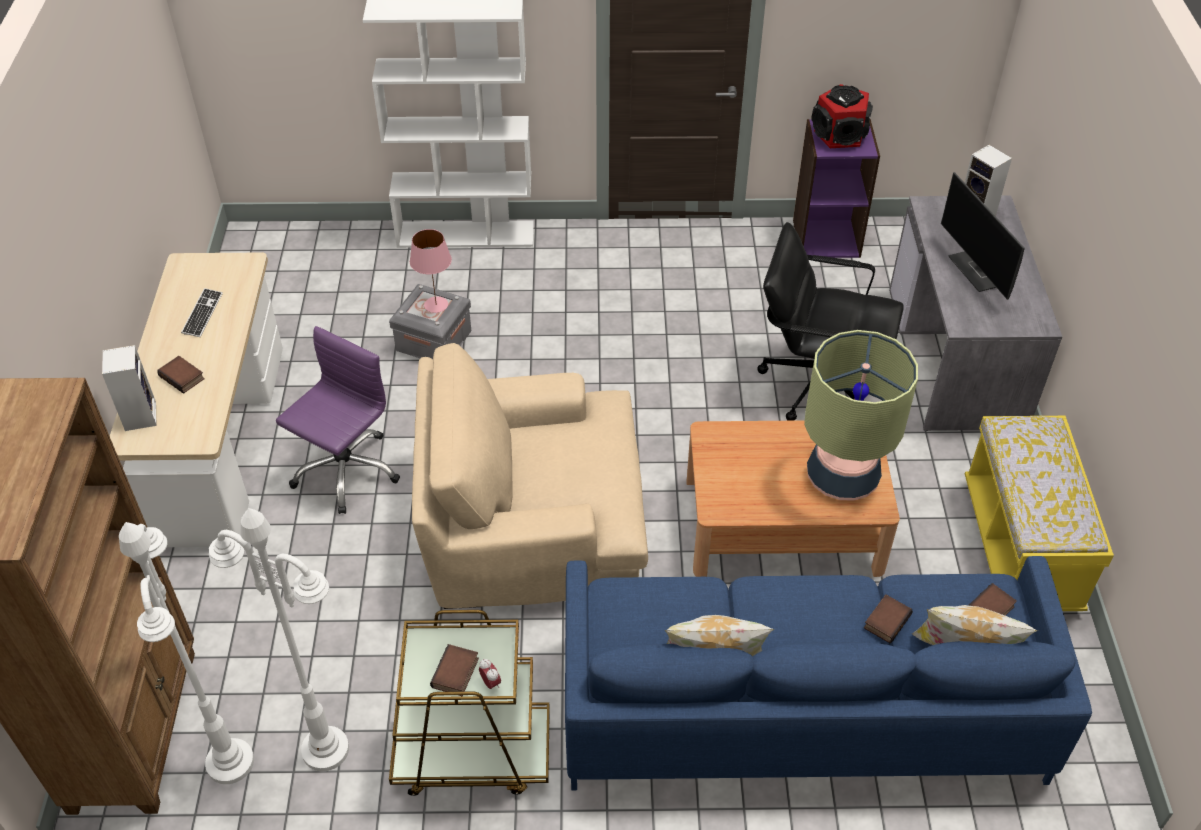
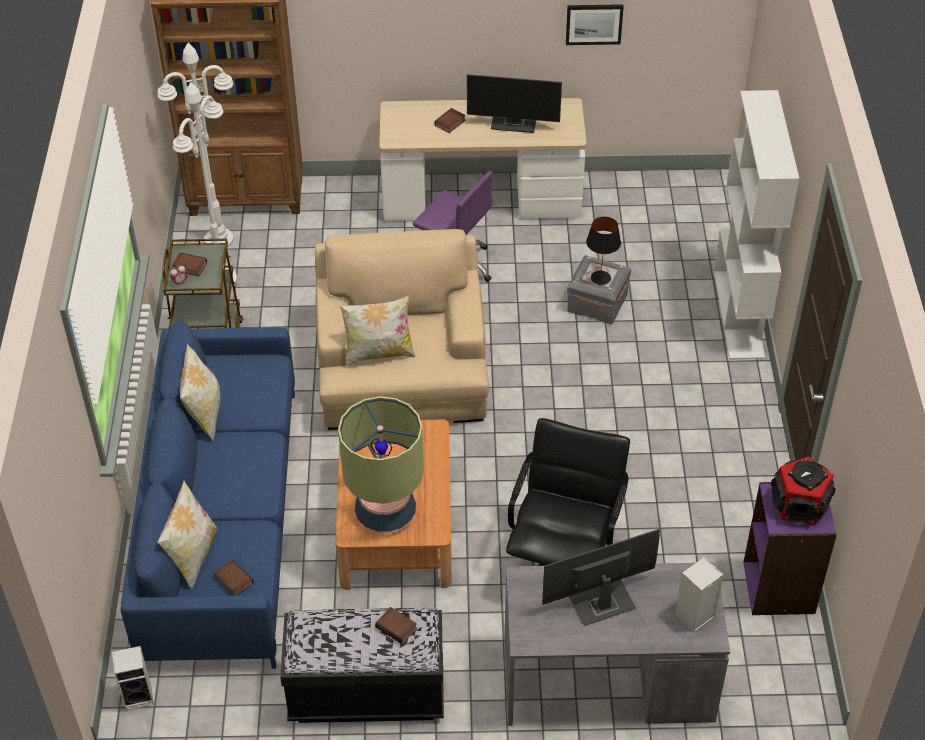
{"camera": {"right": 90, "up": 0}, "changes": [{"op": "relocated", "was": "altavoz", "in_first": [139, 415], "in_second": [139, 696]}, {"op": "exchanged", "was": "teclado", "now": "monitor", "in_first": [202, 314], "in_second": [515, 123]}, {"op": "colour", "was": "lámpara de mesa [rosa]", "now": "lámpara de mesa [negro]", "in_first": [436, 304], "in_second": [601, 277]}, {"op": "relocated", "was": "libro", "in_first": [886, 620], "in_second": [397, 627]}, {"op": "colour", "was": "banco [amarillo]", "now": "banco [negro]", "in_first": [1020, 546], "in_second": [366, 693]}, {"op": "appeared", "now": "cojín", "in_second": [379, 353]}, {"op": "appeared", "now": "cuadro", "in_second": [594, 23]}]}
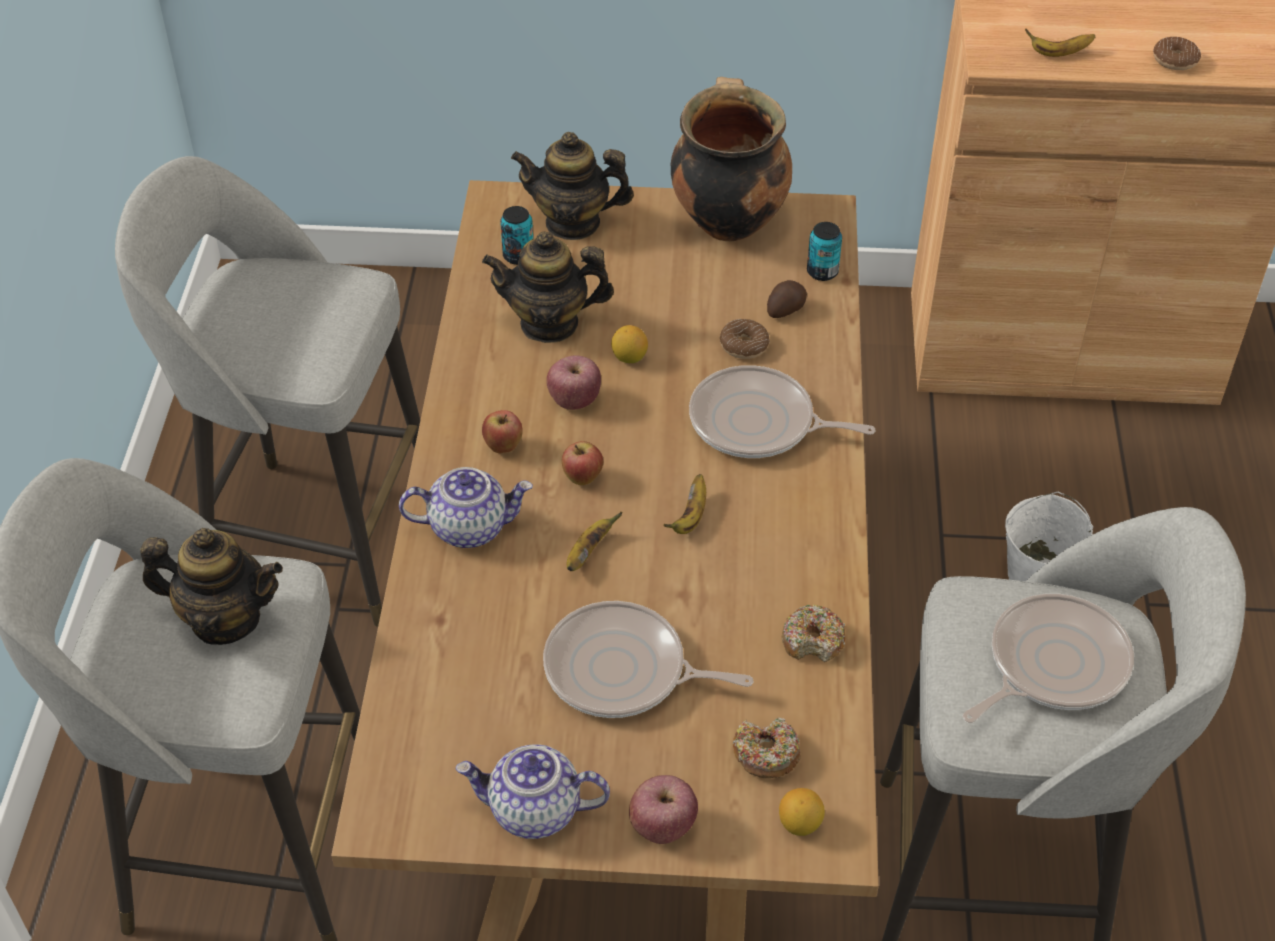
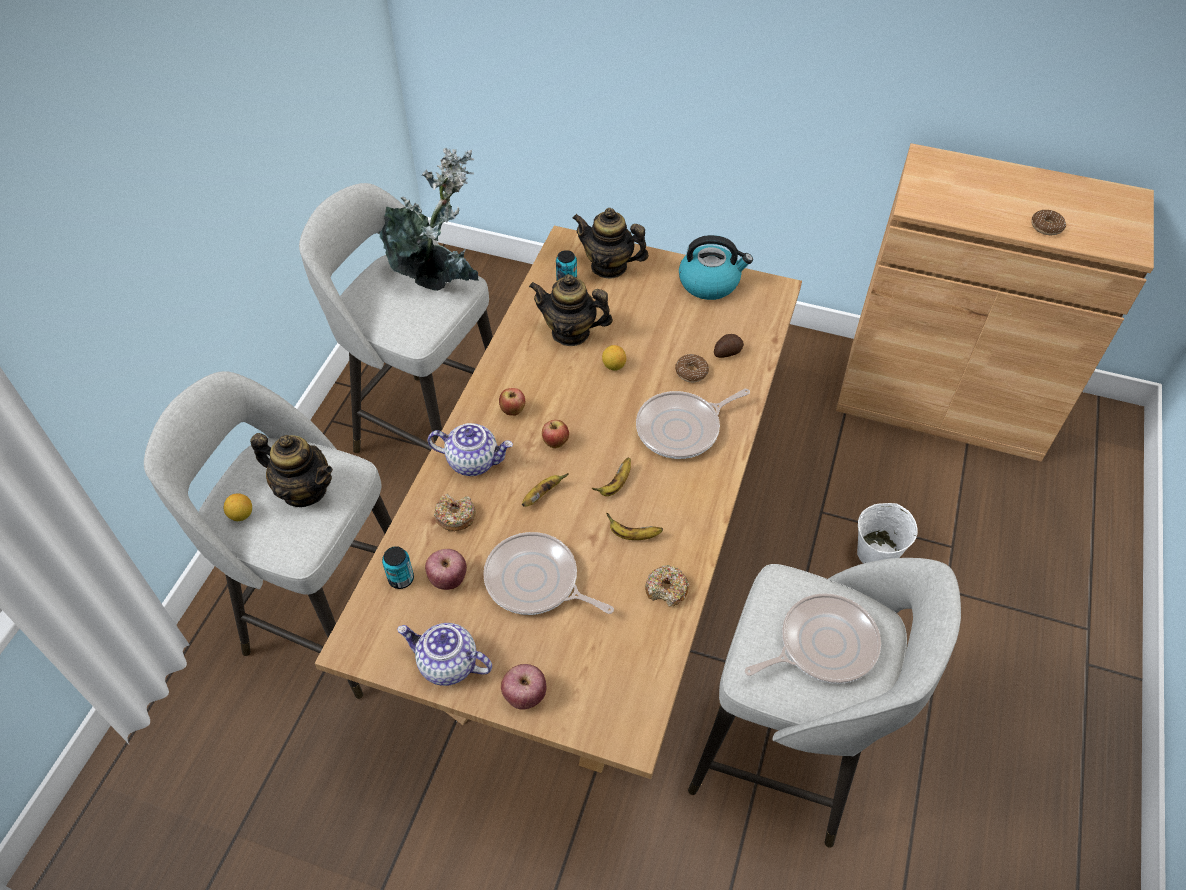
{"camera": {"right": 15, "up": 5}, "changes": [{"op": "relocated", "was": "manzana", "in_first": [574, 400], "in_second": [448, 579]}, {"op": "exchanged", "was": "olla", "now": "hervidor", "in_first": [727, 220], "in_second": [710, 283]}, {"op": "spun", "was": "sartén", "in_first": [758, 423], "in_second": [682, 429], "clockwise": -60}, {"op": "relocated", "was": "rosquilla", "in_first": [766, 754], "in_second": [455, 516]}, {"op": "relocated", "was": "limón", "in_first": [800, 824], "in_second": [241, 515]}, {"op": "relocated", "was": "lata", "in_first": [822, 272], "in_second": [401, 579]}, {"op": "relocated", "was": "plátano", "in_first": [1058, 53], "in_second": [633, 535]}, {"op": "appeared", "now": "planta en maceta", "in_second": [438, 278]}]}
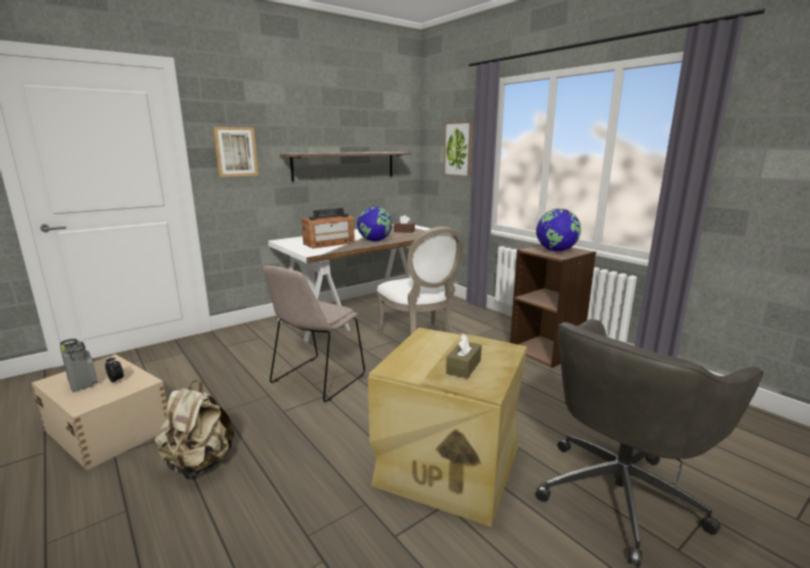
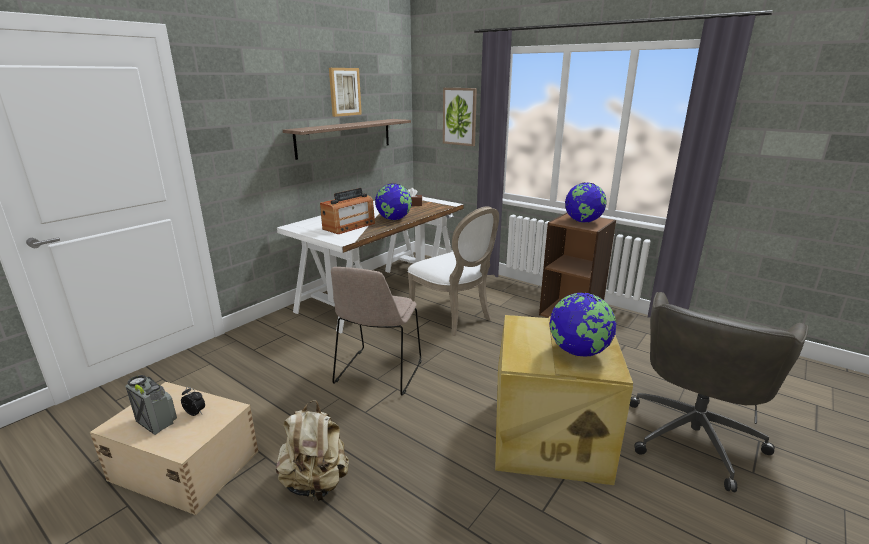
{"camera": {"right": -15, "up": 5}, "changes": [{"op": "relocated", "was": "cuadro", "in_first": [235, 152], "in_second": [344, 92]}, {"op": "exchanged", "was": "caja de pañuelos [marrón]", "now": "globo terráqueo", "in_first": [463, 367], "in_second": [578, 352]}]}
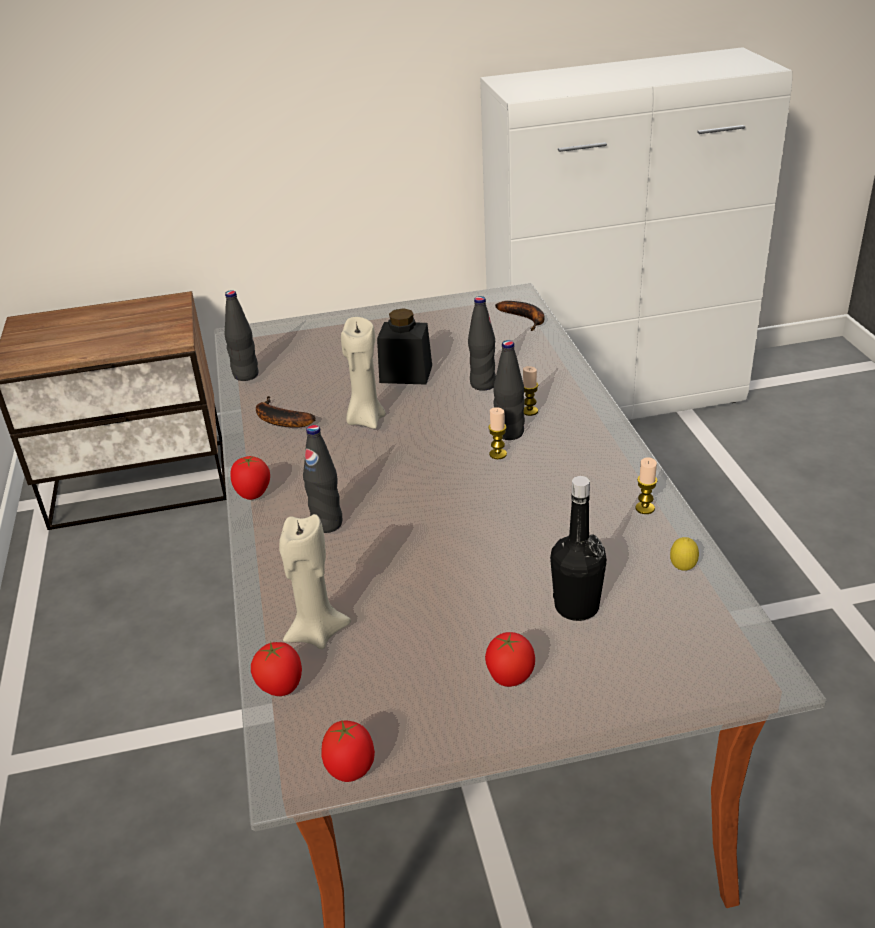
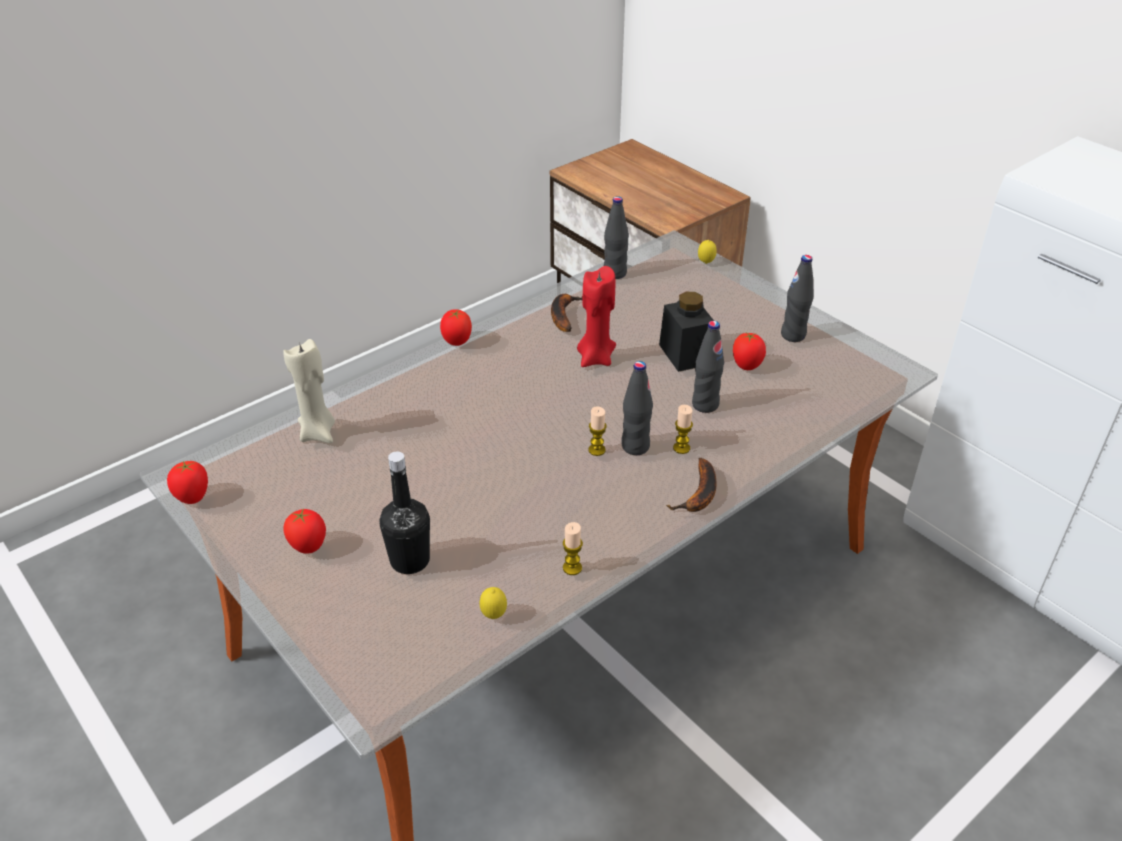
{"camera": {"right": 60, "up": 5}, "changes": [{"op": "relocated", "was": "tomate", "in_first": [281, 688], "in_second": [747, 366]}, {"op": "relocated", "was": "botella [negro]", "in_first": [327, 524], "in_second": [793, 335]}, {"op": "colour", "was": "vela [beis]", "now": "vela [rojo]", "in_first": [365, 420], "in_second": [595, 358]}, {"op": "relocated", "was": "plátano", "in_first": [525, 319], "in_second": [699, 495]}, {"op": "appeared", "now": "limón", "in_second": [706, 263]}]}
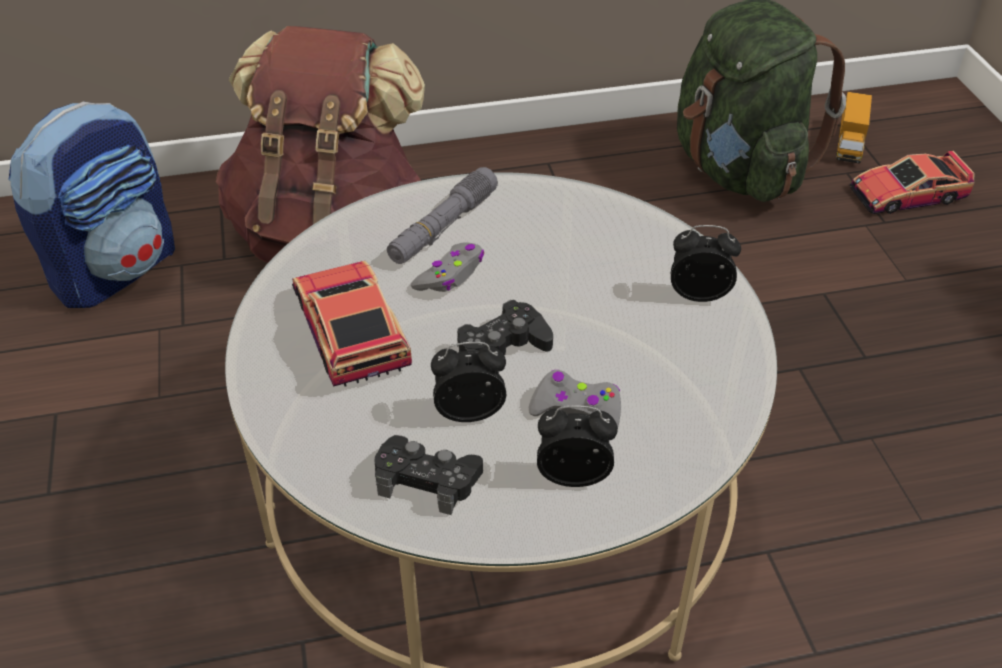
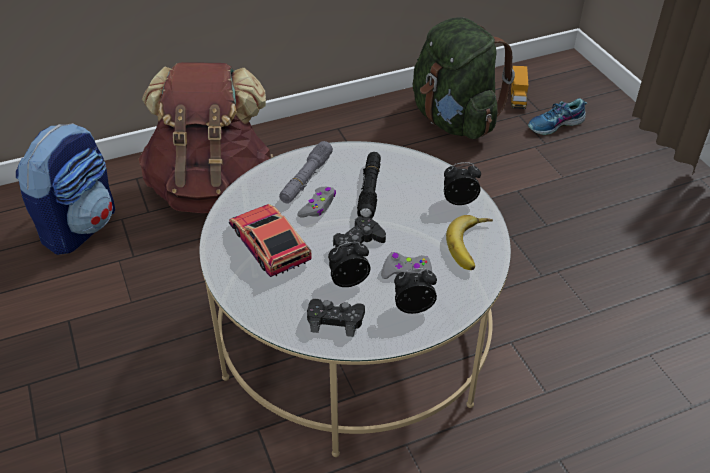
{"camera": {"right": -10, "up": 0}, "changes": [{"op": "exchanged", "was": "coche de juguete", "now": "zapato", "in_first": [907, 194], "in_second": [555, 125]}, {"op": "appeared", "now": "linterna [negro]", "in_second": [370, 190]}, {"op": "appeared", "now": "plátano", "in_second": [473, 246]}]}
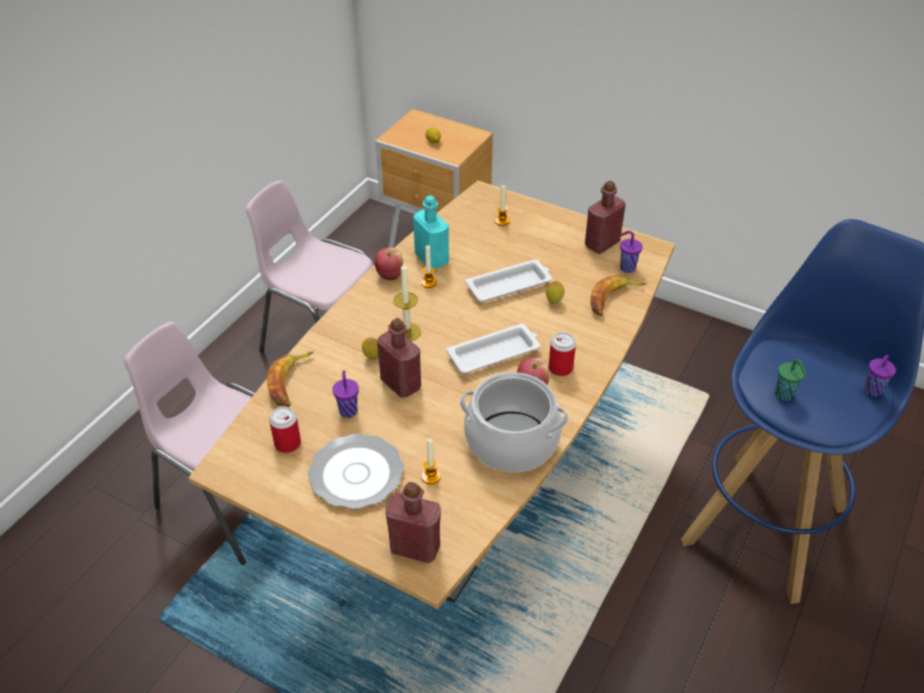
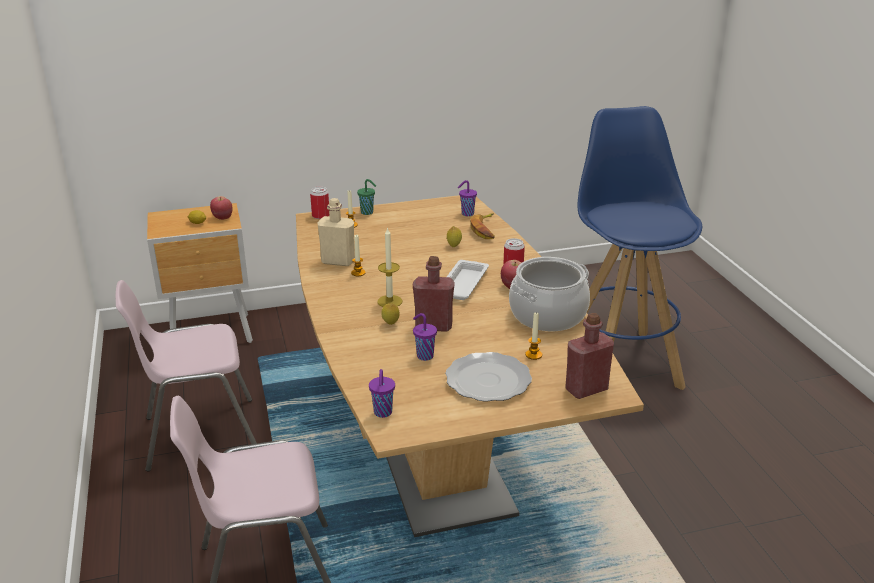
{"camera": {"right": -45, "up": -15}, "changes": [{"op": "missing", "was": "plátano", "in_first": [290, 382]}, {"op": "relocated", "was": "lata", "in_first": [287, 444], "in_second": [320, 216]}, {"op": "relocated", "was": "manzana", "in_first": [390, 275], "in_second": [222, 218]}, {"op": "colour", "was": "botella [turquesa]", "now": "botella [beis]", "in_first": [431, 259], "in_second": [338, 261]}, {"op": "missing", "was": "bandeja [blanco]", "in_first": [510, 285]}, {"op": "missing", "was": "botella [rojo]", "in_first": [602, 244]}, {"op": "relocated", "was": "taza [verde]", "in_first": [784, 395], "in_second": [368, 212]}, {"op": "relocated", "was": "taza [morado]", "in_first": [871, 391], "in_second": [383, 413]}]}
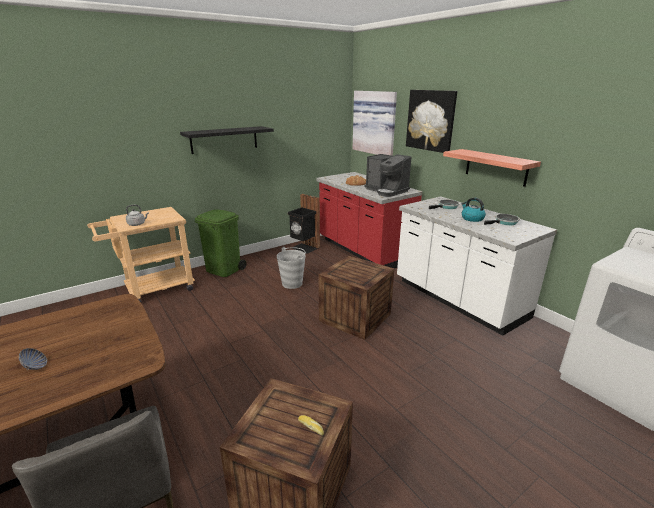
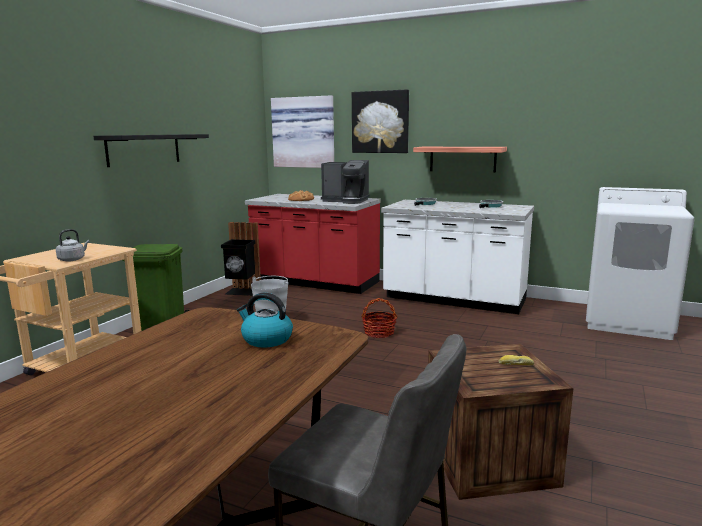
{"camera": {"right": -30, "up": -10}, "changes": [{"op": "missing", "was": "cuenco", "in_first": [35, 366]}, {"op": "exchanged", "was": "caja de embalaje", "now": "cesta", "in_first": [355, 317], "in_second": [379, 332]}, {"op": "relocated", "was": "hervidor", "in_first": [472, 218], "in_second": [266, 339]}]}
